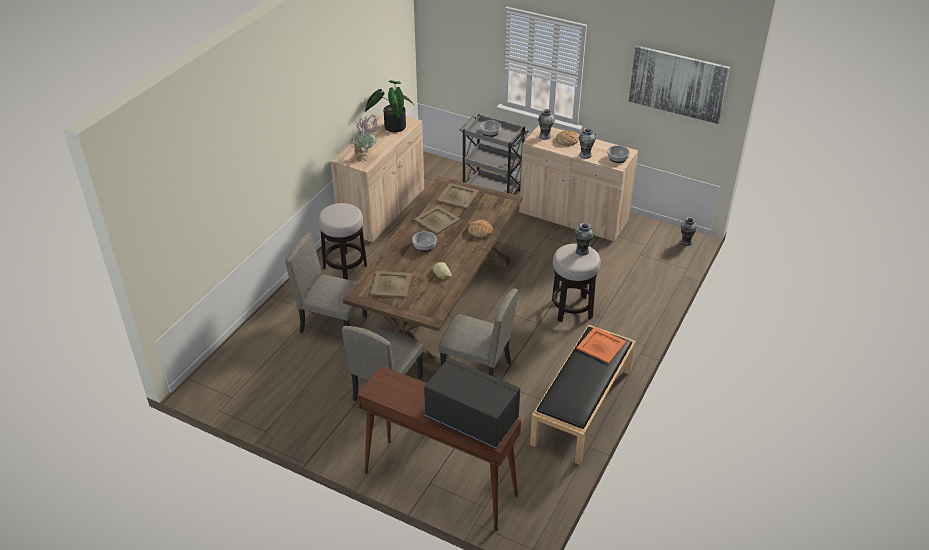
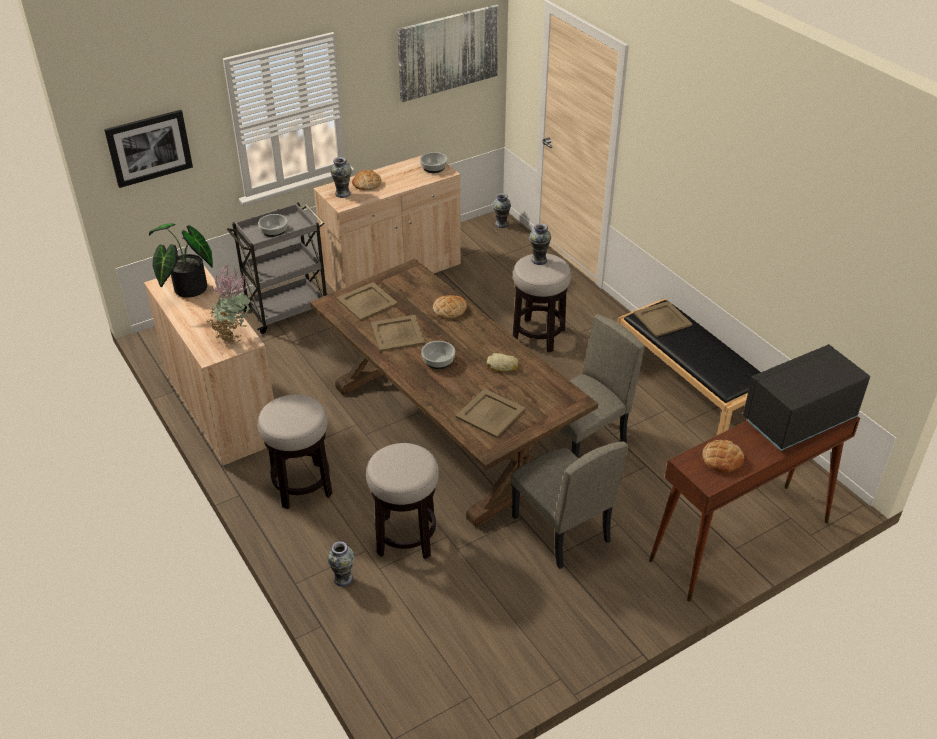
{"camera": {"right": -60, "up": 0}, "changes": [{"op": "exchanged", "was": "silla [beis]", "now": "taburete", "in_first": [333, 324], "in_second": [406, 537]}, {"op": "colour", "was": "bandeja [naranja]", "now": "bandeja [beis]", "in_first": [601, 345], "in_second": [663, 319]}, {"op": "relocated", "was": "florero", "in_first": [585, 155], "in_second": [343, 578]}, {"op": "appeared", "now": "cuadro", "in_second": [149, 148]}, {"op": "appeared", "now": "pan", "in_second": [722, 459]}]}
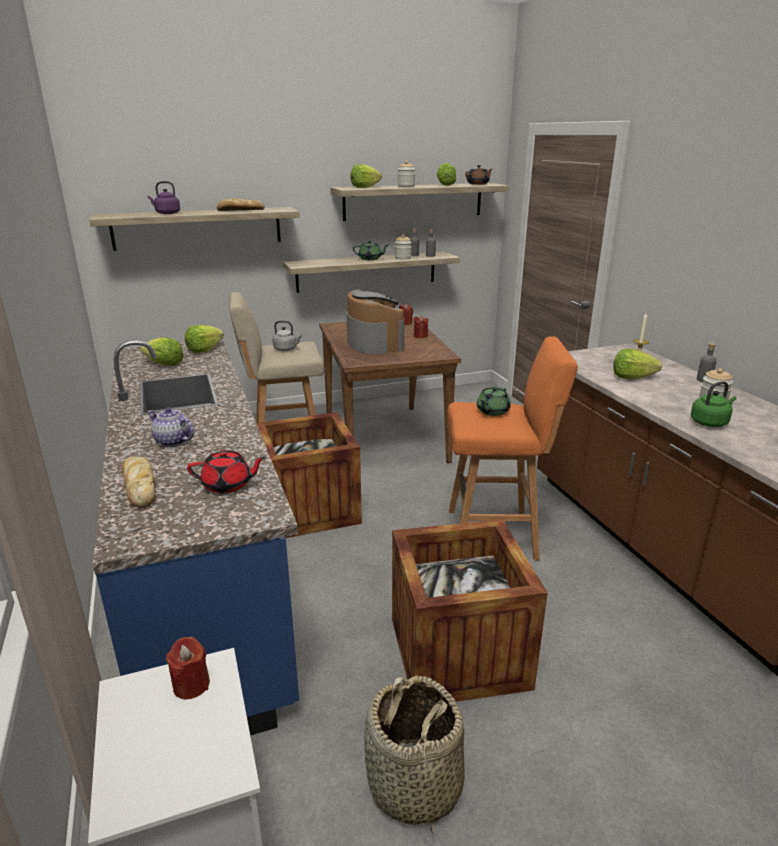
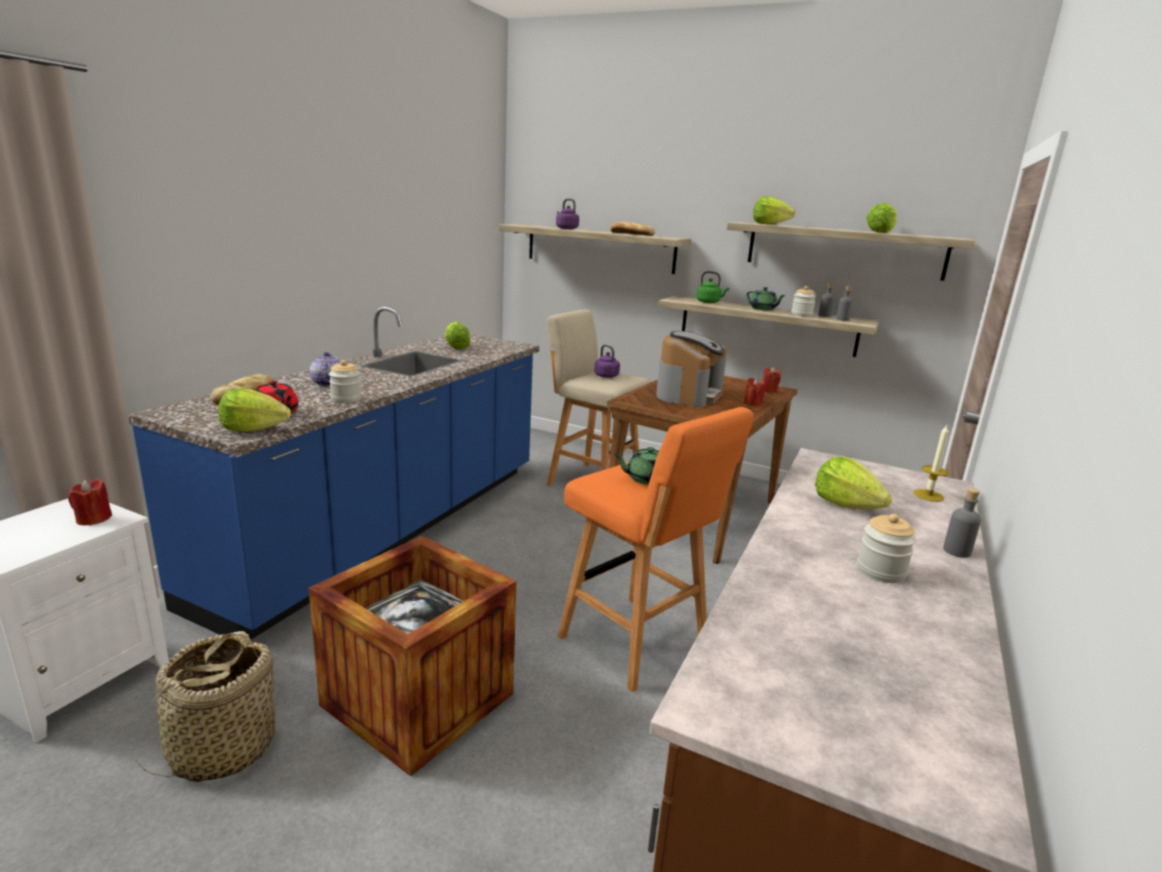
{"camera": {"right": 45, "up": -5}, "changes": [{"op": "relocated", "was": "lechuga", "in_first": [204, 350], "in_second": [253, 429]}, {"op": "missing", "was": "caja de embalaje", "in_first": [310, 509]}, {"op": "colour", "was": "hervidor [gris]", "now": "hervidor [morado]", "in_first": [286, 349], "in_second": [607, 376]}, {"op": "relocated", "was": "tarro", "in_first": [406, 186], "in_second": [346, 399]}, {"op": "missing", "was": "tetera [marrón]", "in_first": [478, 184]}, {"op": "relocated", "was": "hervidor [verde]", "in_first": [710, 422], "in_second": [709, 302]}]}
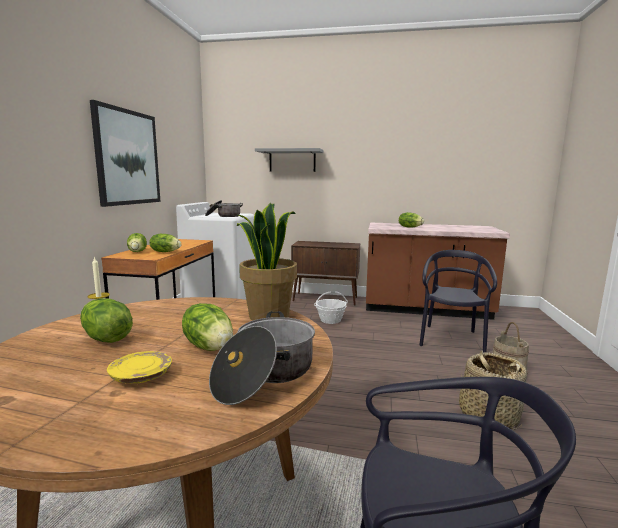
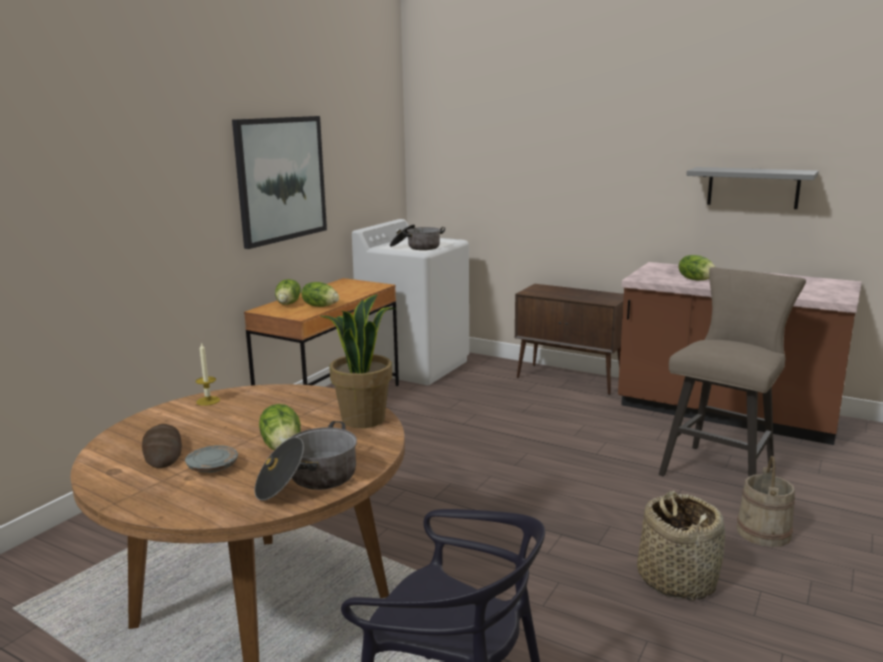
{"camera": {"right": 20, "up": 5}, "changes": [{"op": "missing", "was": "lechuga", "in_first": [105, 338]}, {"op": "colour", "was": "plato [amarillo]", "now": "plato [gris]", "in_first": [141, 376], "in_second": [213, 467]}, {"op": "relocated", "was": "estante [gris]", "in_first": [292, 160], "in_second": [753, 187]}, {"op": "missing", "was": "cesta", "in_first": [330, 320]}, {"op": "exchanged", "was": "silla [negro]", "now": "taburete [beis]", "in_first": [451, 339], "in_second": [722, 469]}, {"op": "appeared", "now": "pan", "in_second": [162, 451]}]}
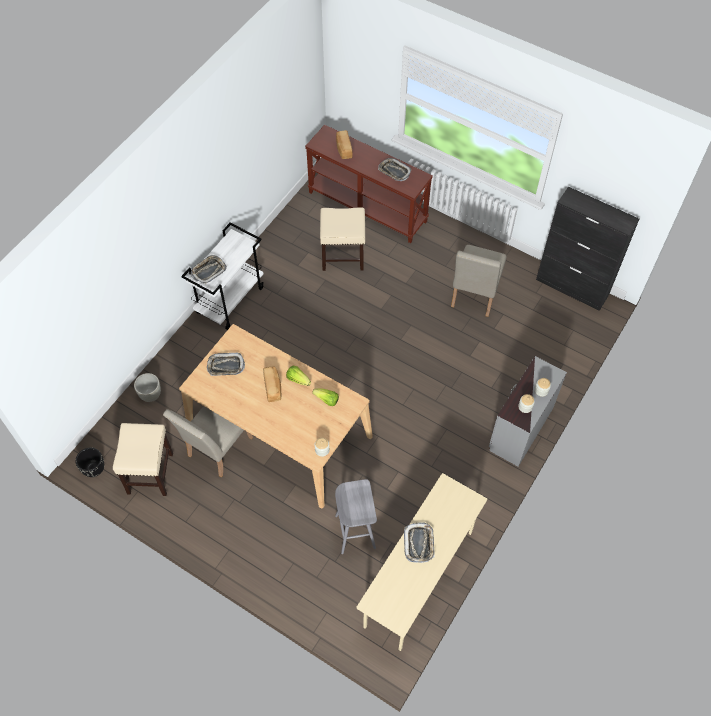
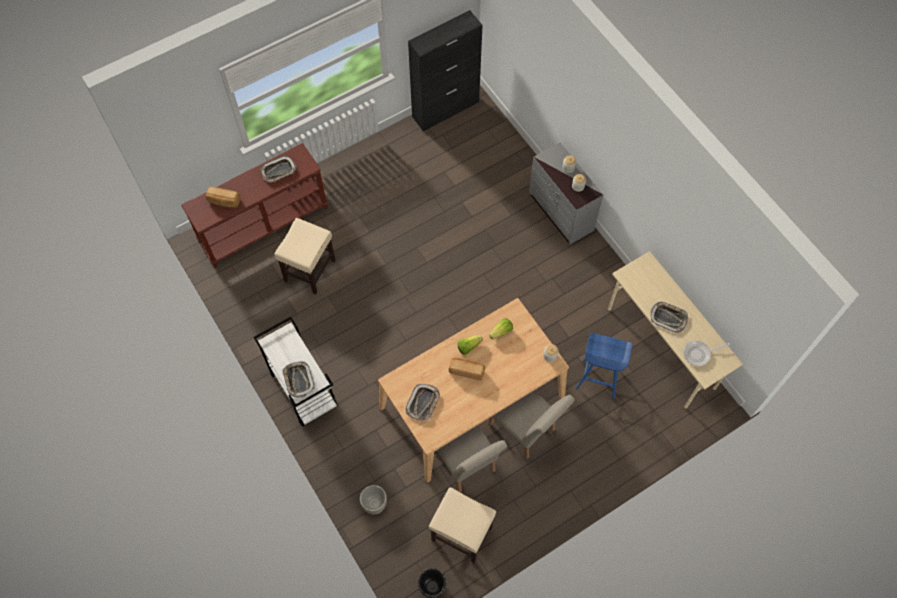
{"camera": {"right": -65, "up": 5}, "changes": [{"op": "colour", "was": "taburete [gris]", "now": "taburete [azul]", "in_first": [354, 531], "in_second": [597, 379]}, {"op": "relocated", "was": "silla [beis]", "in_first": [473, 297], "in_second": [525, 431]}, {"op": "appeared", "now": "sartén", "in_second": [699, 354]}]}
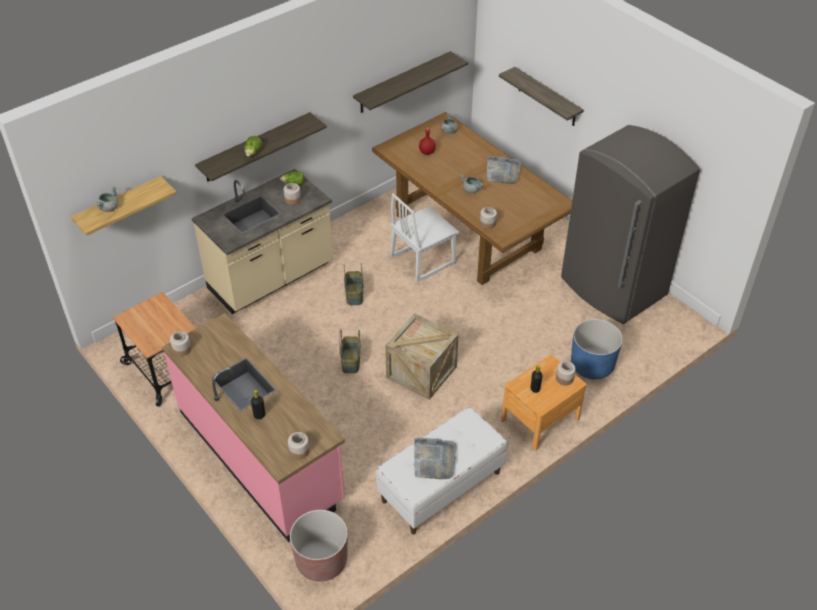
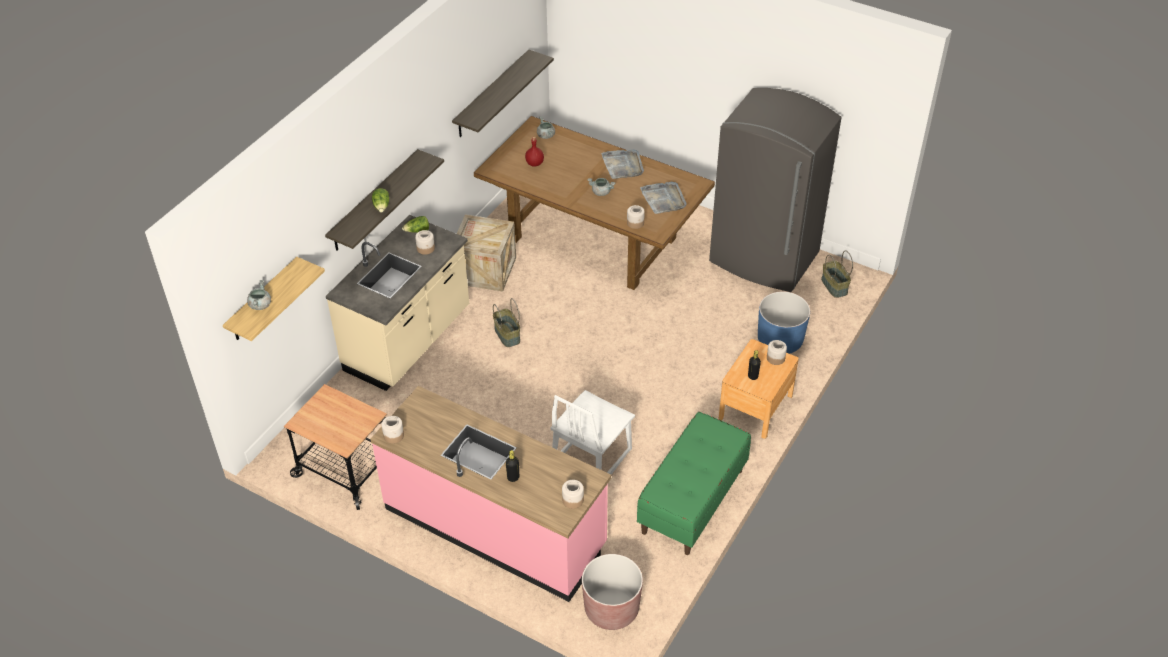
{"camera": {"right": -20, "up": 0}, "changes": [{"op": "relocated", "was": "cesta", "in_first": [350, 361], "in_second": [833, 286]}, {"op": "colour", "was": "banco [blanco]", "now": "banco [verde]", "in_first": [441, 487], "in_second": [693, 501]}, {"op": "relocated", "was": "caja de embalaje", "in_first": [421, 372], "in_second": [485, 270]}, {"op": "relocated", "was": "silla [blanco]", "in_first": [422, 260], "in_second": [591, 456]}, {"op": "relocated", "was": "bandeja [gris]", "in_first": [434, 460], "in_second": [664, 199]}, {"op": "missing", "was": "estante", "in_first": [547, 97]}]}
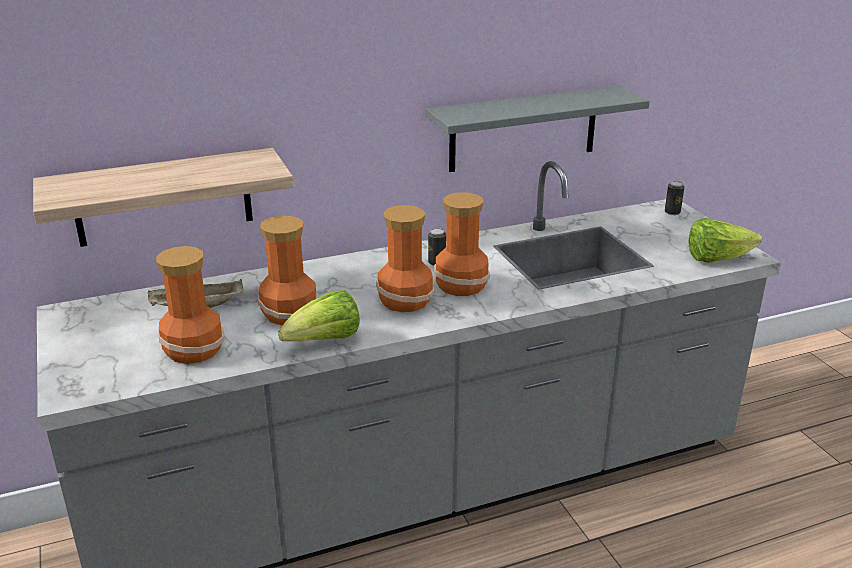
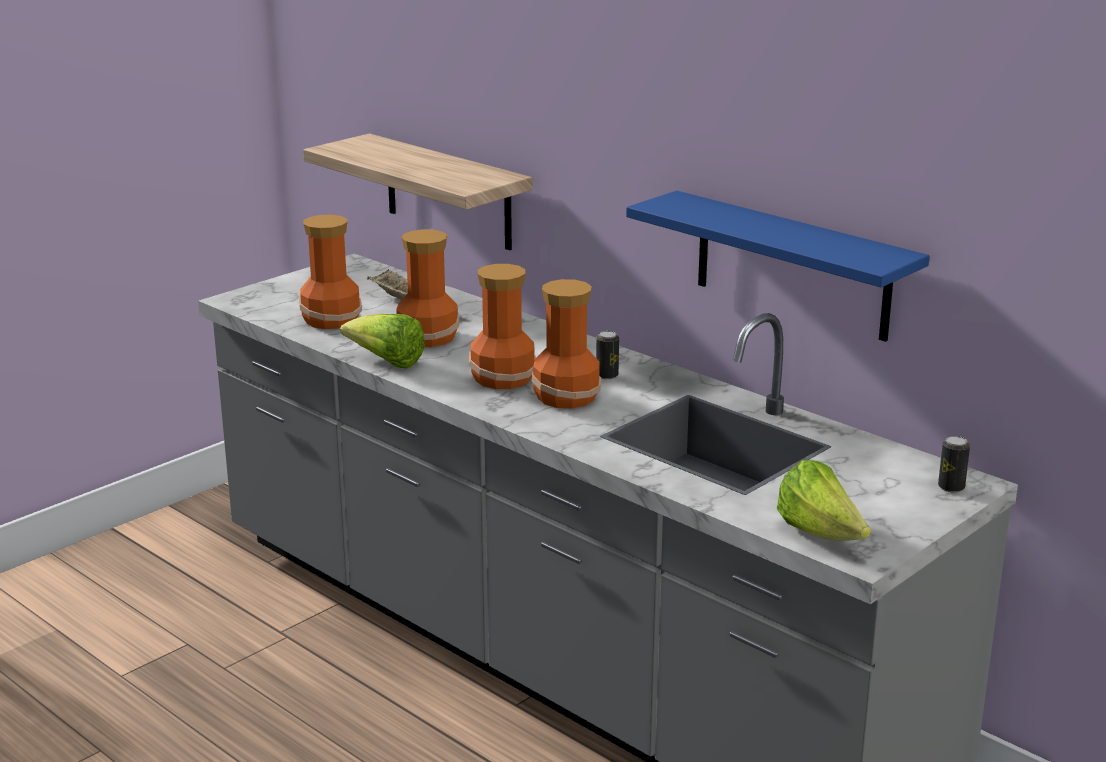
{"camera": {"right": 65, "up": -5}, "changes": [{"op": "colour", "was": "estante [gris]", "now": "estante [azul]", "in_first": [523, 129], "in_second": [792, 266]}]}
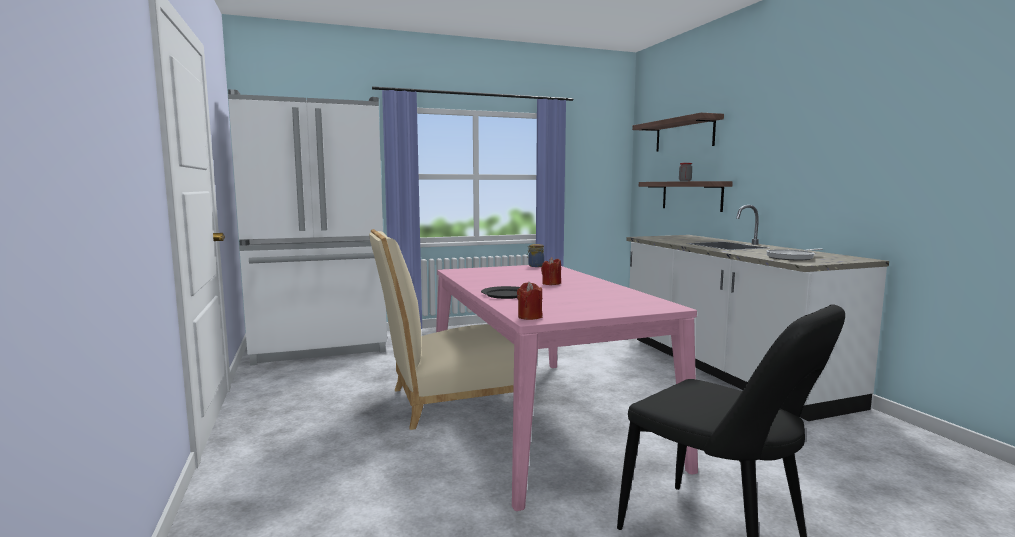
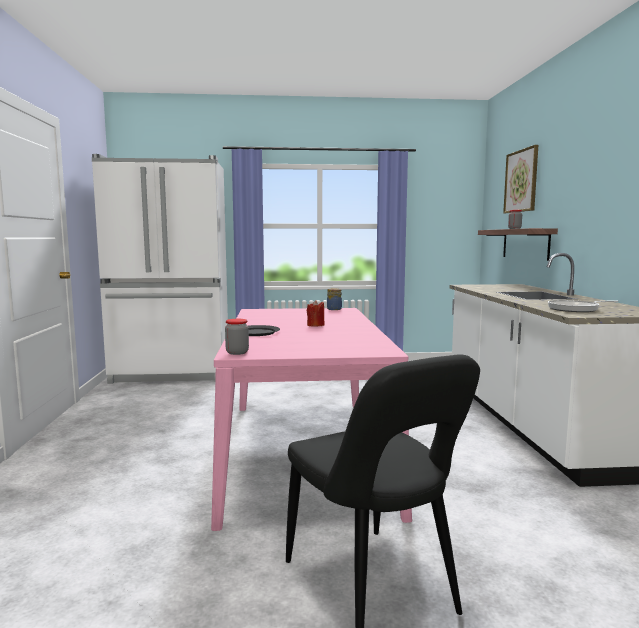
{"camera": {"right": 15, "up": 0}, "changes": [{"op": "missing", "was": "silla [beis]", "in_first": [449, 401]}, {"op": "exchanged", "was": "vela [rojo]", "now": "tarro", "in_first": [530, 317], "in_second": [237, 352]}, {"op": "exchanged", "was": "estante", "now": "cuadro", "in_first": [684, 134], "in_second": [521, 181]}]}
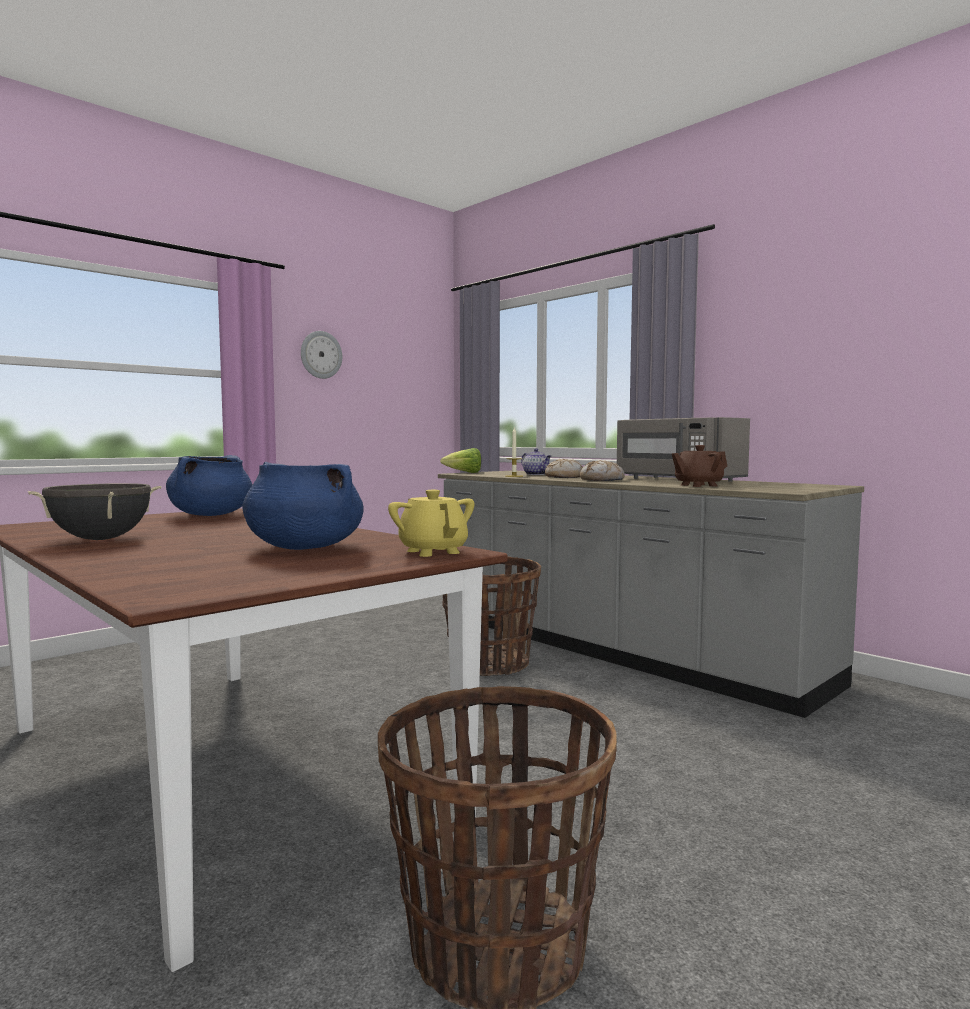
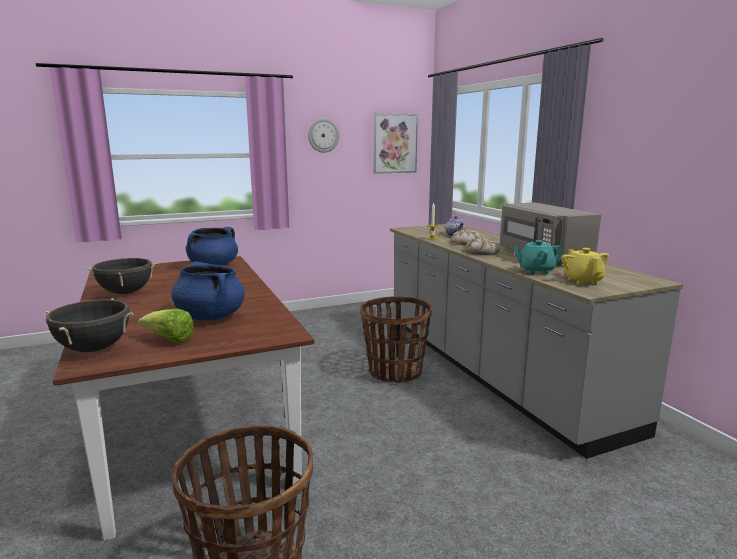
{"camera": {"right": 20, "up": 10}, "changes": [{"op": "relocated", "was": "tetera [amarillo]", "in_first": [433, 551], "in_second": [582, 281]}, {"op": "relocated", "was": "lechuga", "in_first": [464, 473], "in_second": [169, 340]}, {"op": "colour", "was": "tetera [marrón]", "now": "tetera [turquesa]", "in_first": [698, 485], "in_second": [536, 271]}, {"op": "appeared", "now": "olla [negro]", "in_second": [94, 349]}, {"op": "appeared", "now": "cuadro", "in_second": [394, 143]}]}
